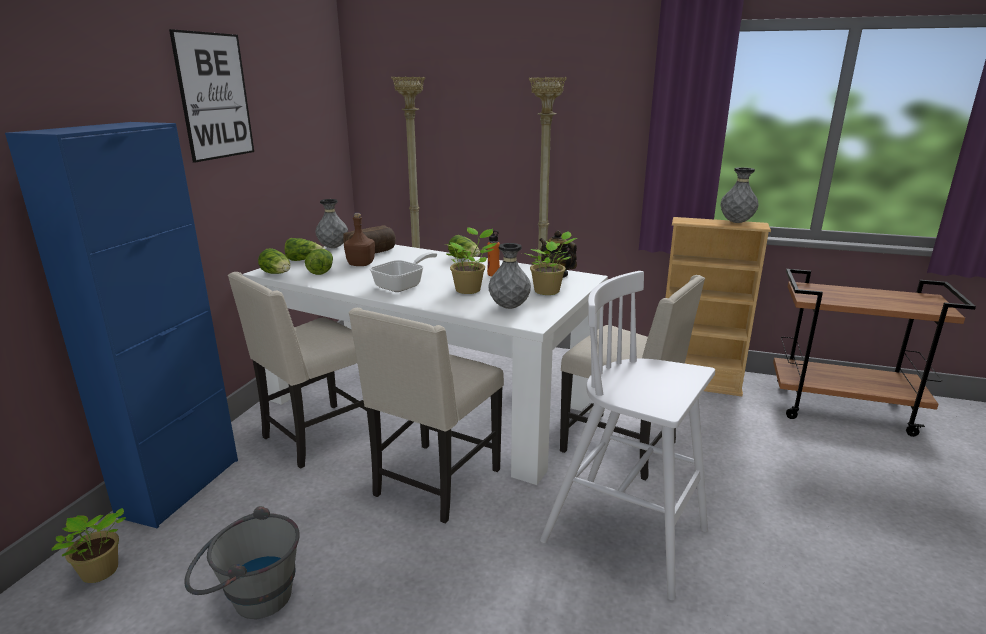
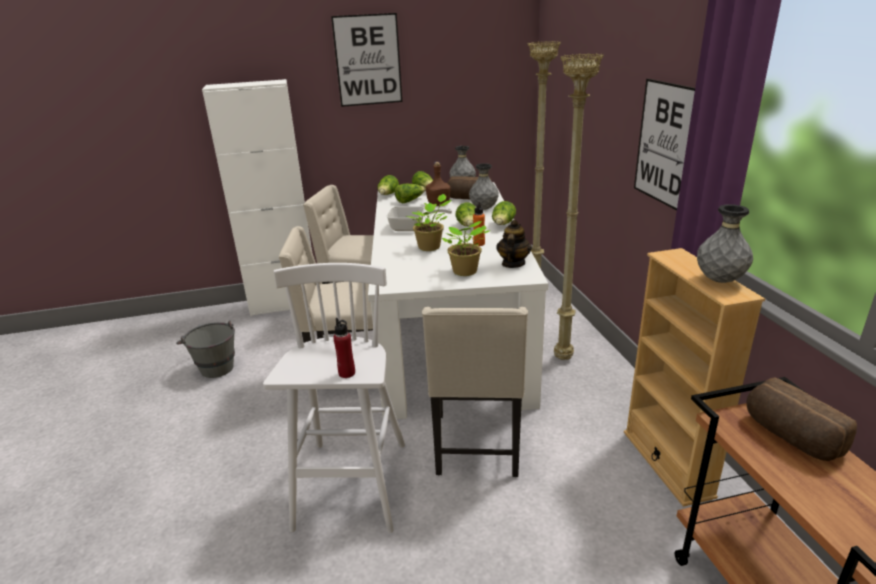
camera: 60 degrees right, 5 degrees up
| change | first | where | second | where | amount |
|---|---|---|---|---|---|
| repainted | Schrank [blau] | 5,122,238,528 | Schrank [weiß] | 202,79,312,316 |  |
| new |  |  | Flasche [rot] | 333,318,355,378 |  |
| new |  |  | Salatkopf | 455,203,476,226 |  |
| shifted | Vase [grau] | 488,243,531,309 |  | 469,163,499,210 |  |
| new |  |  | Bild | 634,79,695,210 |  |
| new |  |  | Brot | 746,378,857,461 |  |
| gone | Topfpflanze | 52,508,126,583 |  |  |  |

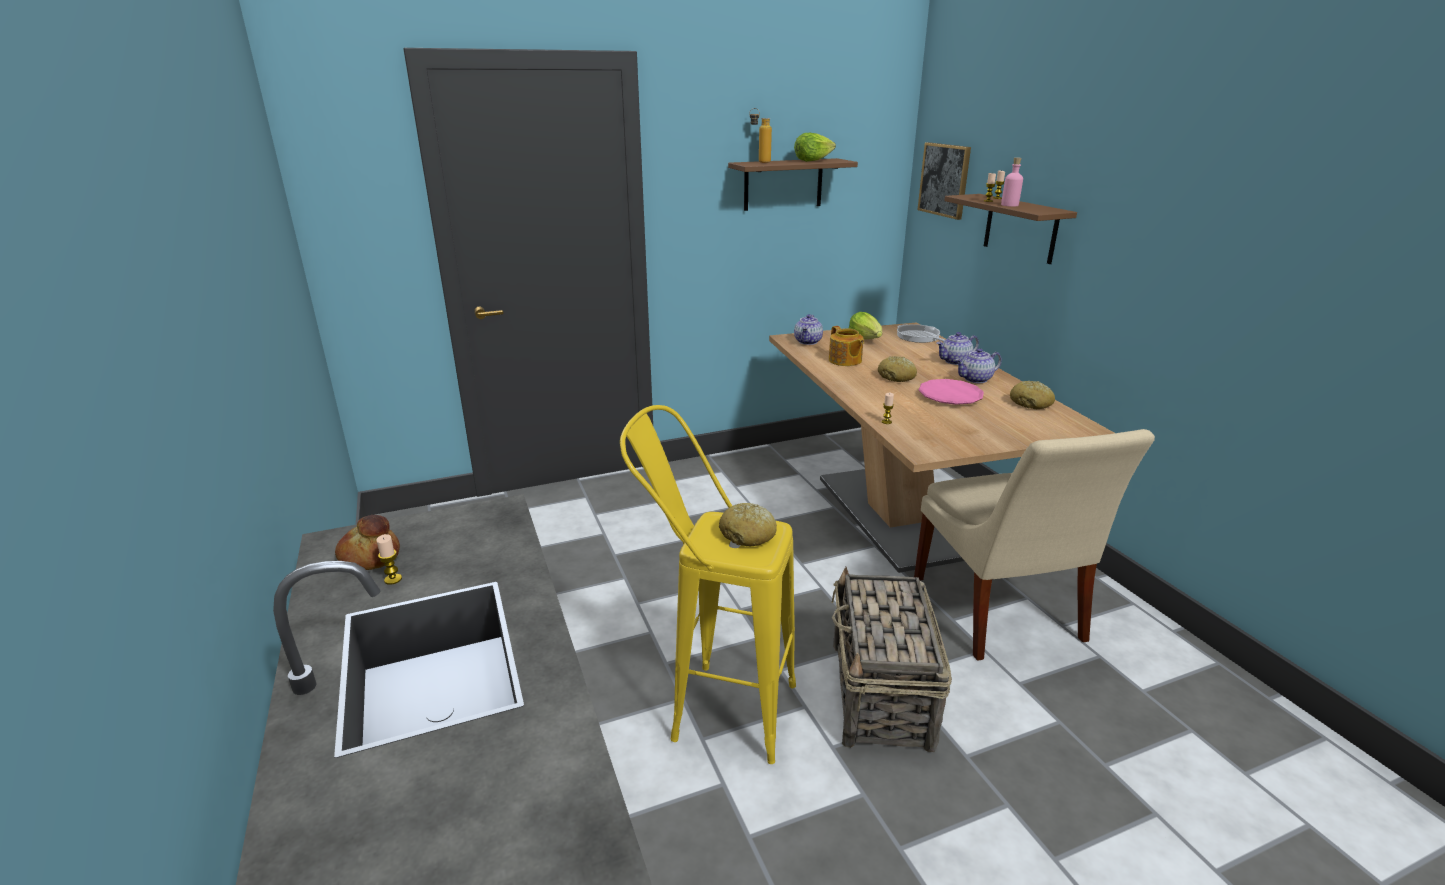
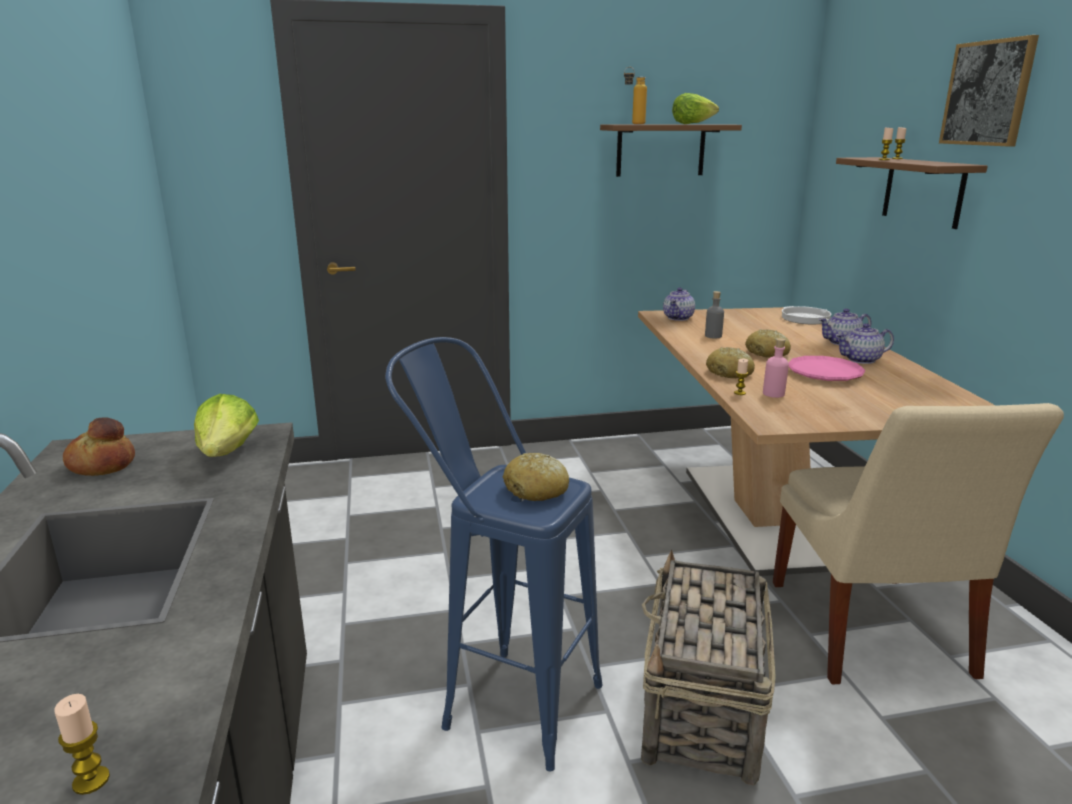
camera: 10 degrees right, 5 degrees down
| change | first | where | second | where | amount |
|---|---|---|---|---|---|
| shifted | Kerze | 376,534,402,585 |  | 54,694,110,795 |  |
| shifted | Salatkopf | 849,312,882,339 |  | 194,394,259,457 |  |
| repainted | Hocker [gelb] | 620,405,796,764 | Hocker [blau] | 385,337,602,771 |  |
| swapped | Teekanne | 829,326,864,366 | Flasche [grau] | 705,291,724,339 |  |
| shifted | Brot | 1010,381,1055,409 |  | 706,347,755,378 |  |
| shifted | Flasche [rosa] | 1001,157,1023,207 |  | 763,338,789,398 |  |
| shifted | Bild | 917,142,971,220 |  | 939,35,1039,147 |  |

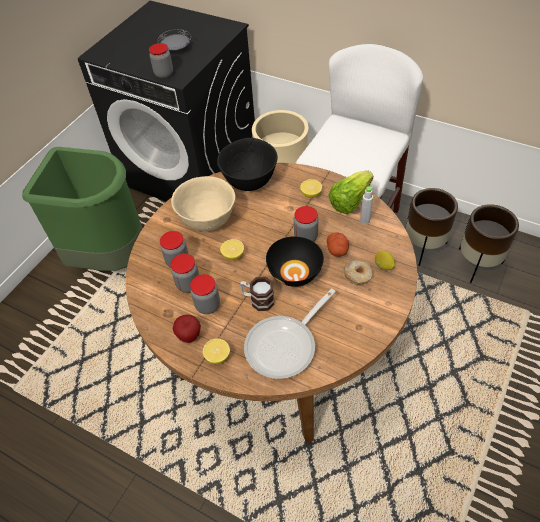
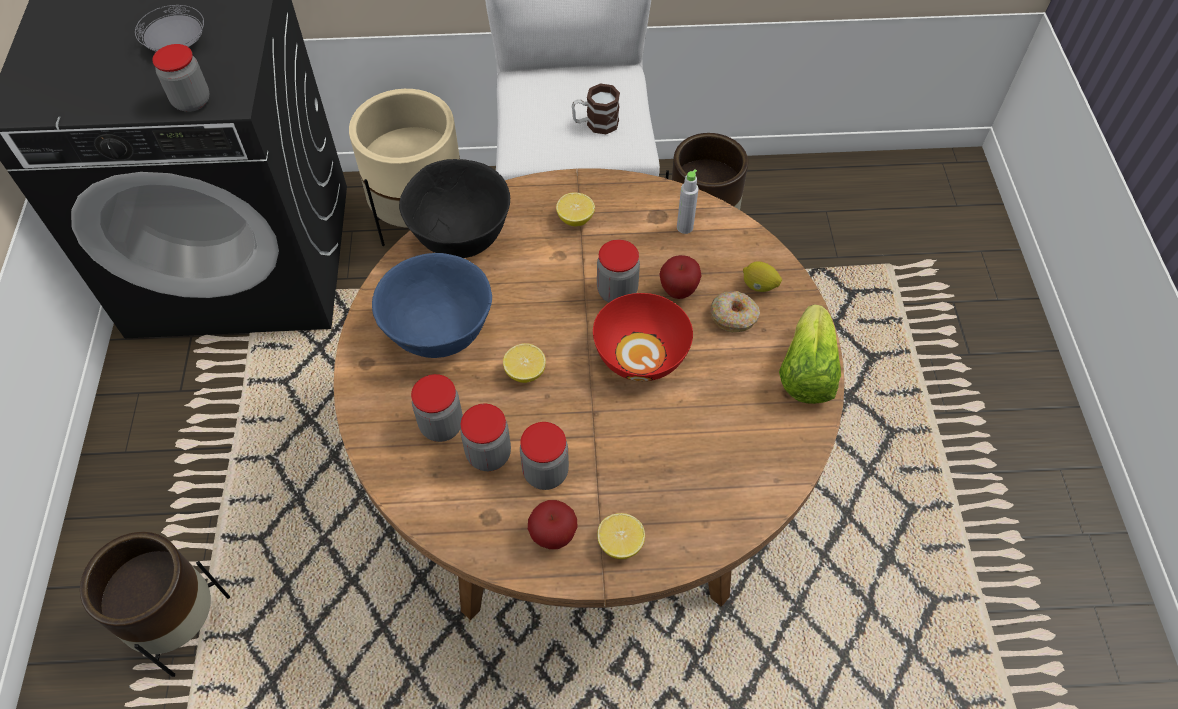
camera: 35 degrees left, 5 degrees up
| change | first | where | second | where | amount |
|---|---|---|---|---|---|
| shifted | Pflanzkübel [braun] | 459,204,519,283 |  | 80,532,230,677 |  |
| repainted | Schüssel [beige] | 171,176,235,231 | Schüssel [blau] | 372,253,492,358 |  |
| shifted | Henkelbecher | 240,276,274,311 |  | 572,83,620,134 |  |
| repainted | Schüssel [schwarz] | 266,236,324,287 | Schüssel [rot] | 593,293,693,381 |  |
| swapped | Kartoffel | 327,233,349,257 | Apfel | 660,255,702,299 |  |
| shifted | Salatkopf | 328,170,373,214 |  | 779,304,841,404 |  |
| gone | Mülleimer [grün] | 22,147,143,271 |  |  |  |
| gone | Pfanne | 244,289,336,379 |  |  |  |

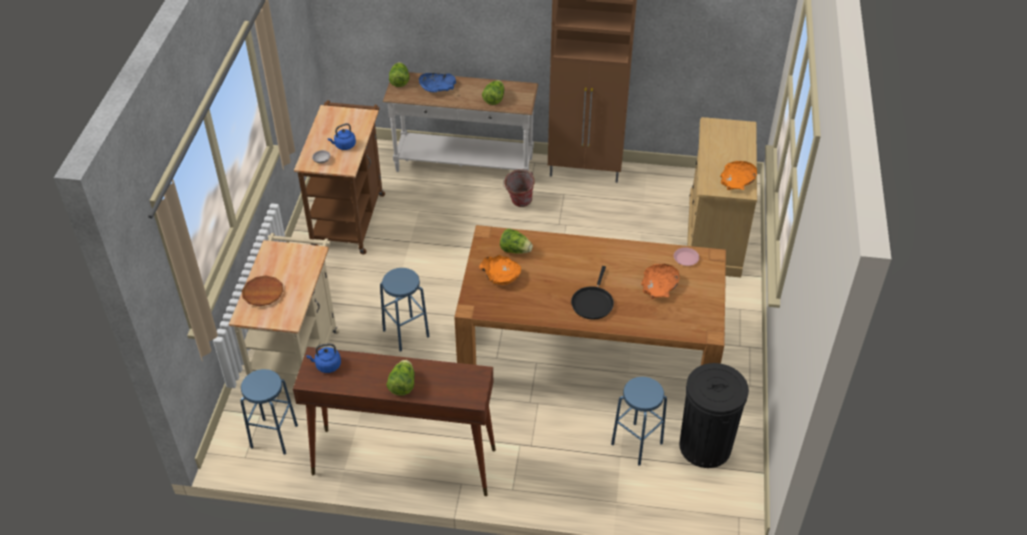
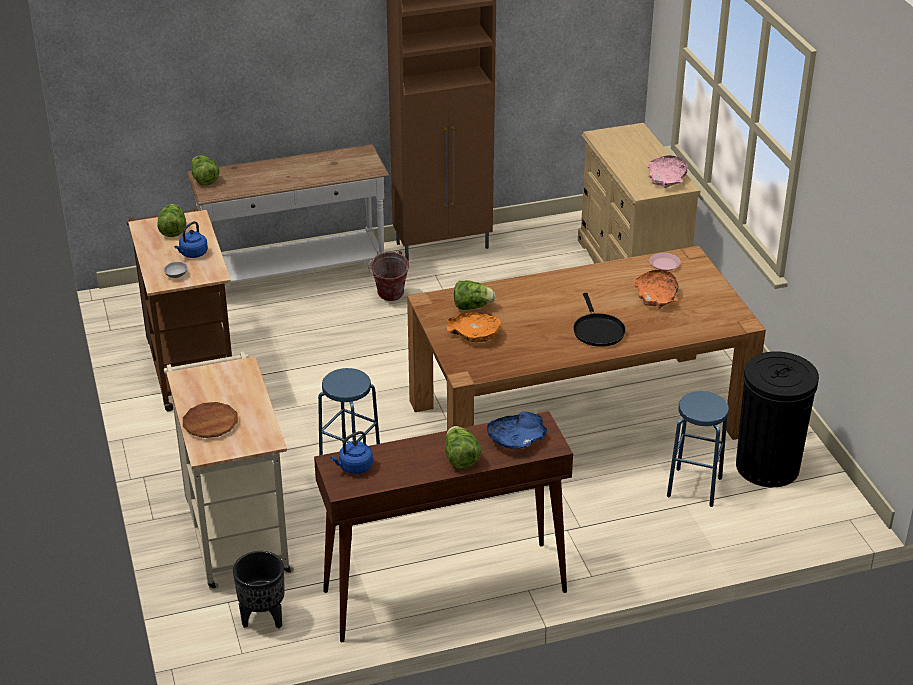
camera: 25 degrees left, 10 degrees down
| change | first | where | second | where | amount |
|---|---|---|---|---|---|
| shifted | Salatkopf | 482,80,504,105 |  | 157,204,186,237 |  |
| swapped | Hocker [blau] | 240,369,298,455 | Pflanzkübel [schwarz] | 233,551,285,628 |  |
| shifted | Schüssel [blau] | 419,73,456,92 |  | 487,412,547,449 |  |
| repainted | Schüssel [orange] | 720,161,757,190 | Schüssel [rosa] | 647,156,687,188 |  |

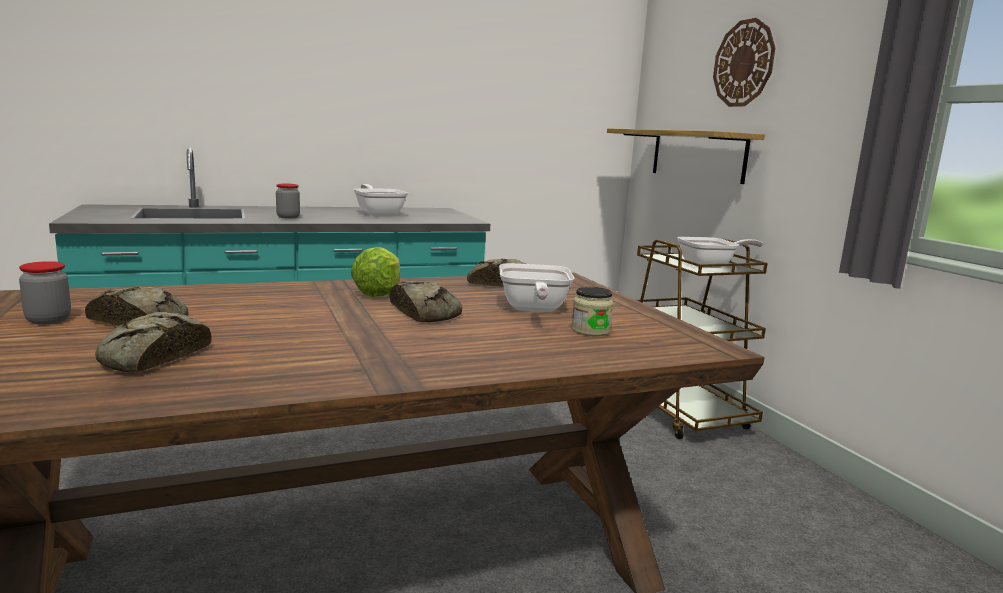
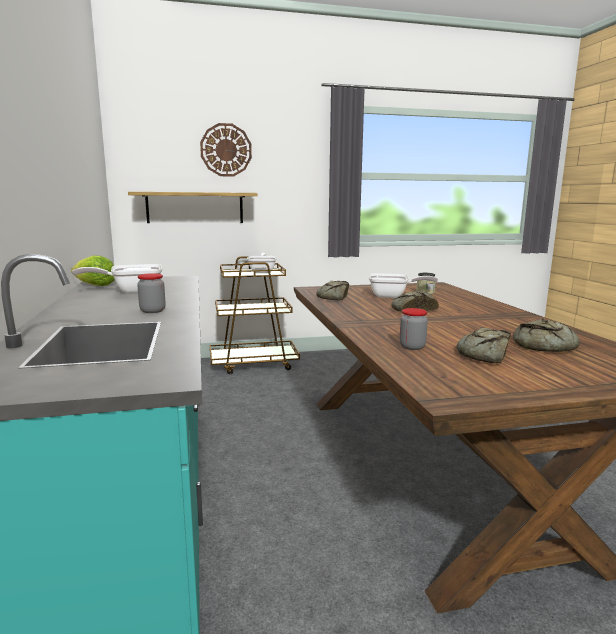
camera: 80 degrees left, 0 degrees up
| change | first | where | second | where | amount |
|---|---|---|---|---|---|
| shifted | Salatkopf | 351,247,400,297 |  | 71,255,115,286 |  |
| shifted | Vorratsglas | 19,261,71,325 |  | 399,308,428,350 |  |

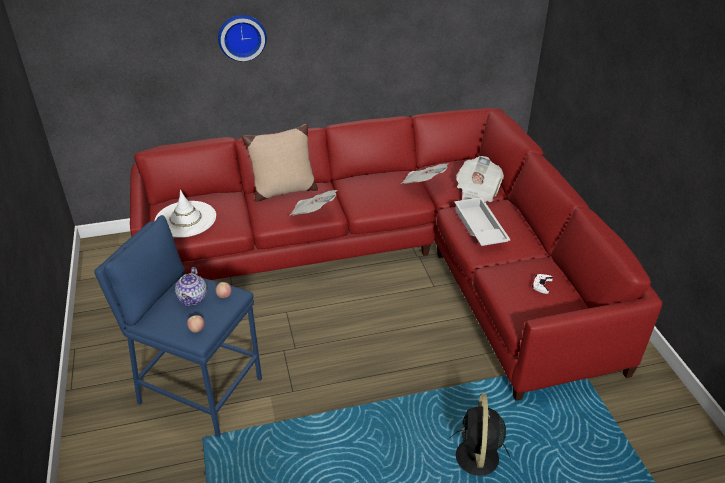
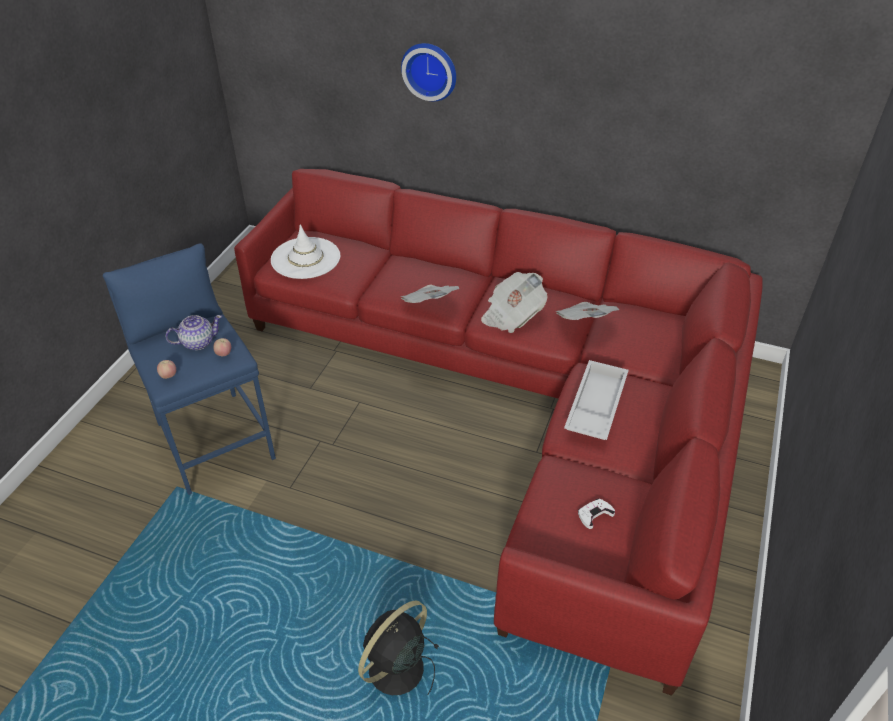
camera: 35 degrees right, 5 degrees up
| change | first | where | second | where | amount |
|---|---|---|---|---|---|
| rotated | Teekanne | 175,267,207,307 |  | 165,315,222,350 | 150 degrees counterclockwise |
| shifted | Zeitung | 456,156,504,202 |  | 481,272,547,333 |  |
| gone | Kissen [beige] | 242,124,318,202 |  |  |  |

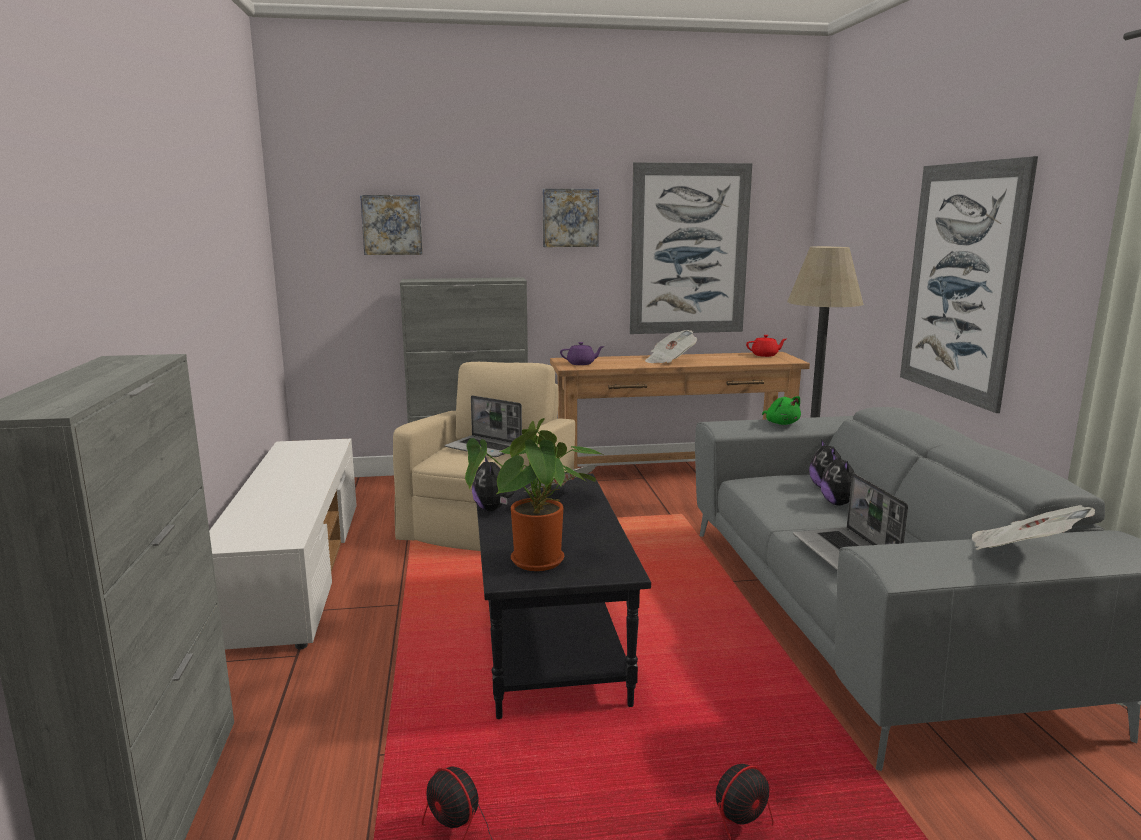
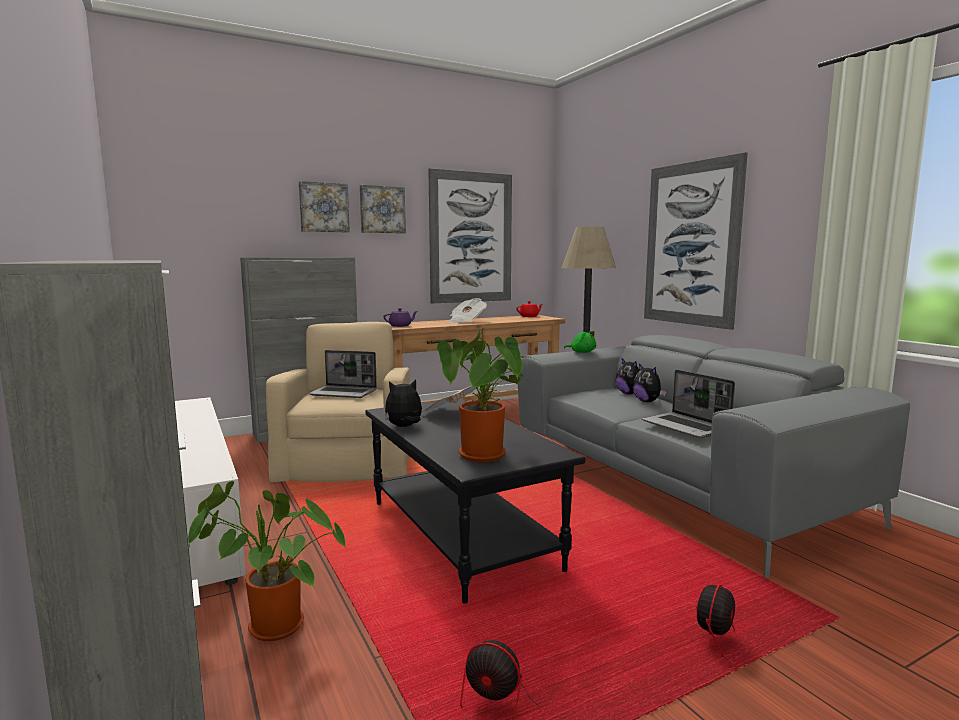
camera: 20 degrees left, 5 degrees down
| change | first | where | second | where | amount |
|---|---|---|---|---|---|
| new |  |  | Topfpflanze | 188,481,346,641 |  |
| shifted | Bild | 360,195,423,255 |  | 299,181,350,232 |  |
| rotated | Plüschtier | 472,456,515,511 |  | 385,379,422,427 | 105 degrees clockwise |
| gone | Zeitung | 972,505,1095,550 |  |  |  |

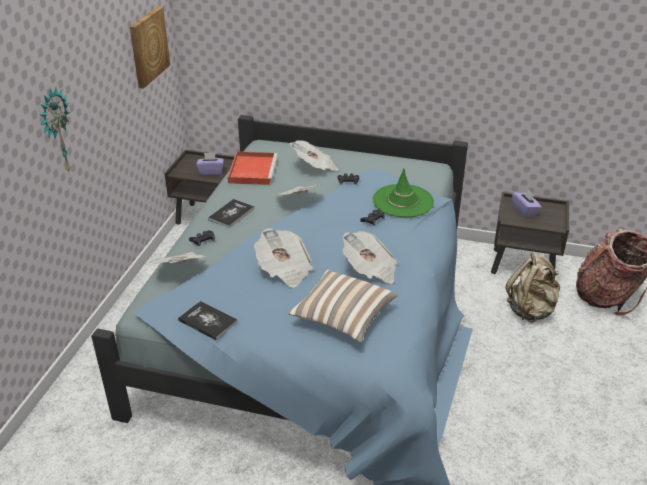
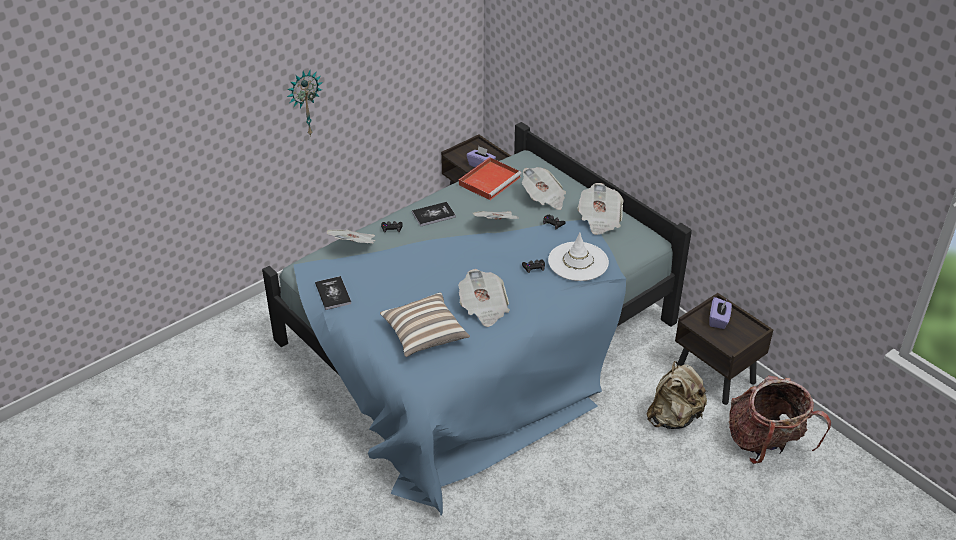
camera: 35 degrees right, 5 degrees up
| change | first | where | second | where | amount |
|---|---|---|---|---|---|
| repainted | Hut [grün] | 373,168,434,217 | Hut [weiß] | 548,232,609,281 |  |
| shifted | Zeitung | 254,228,313,288 |  | 577,183,623,235 |  |
| gone | Bild | 130,6,170,89 |  |  |  |

